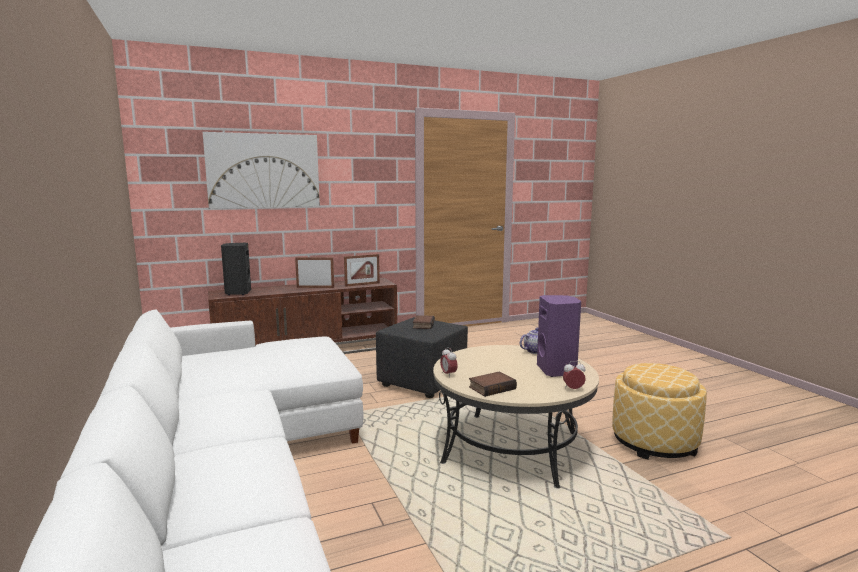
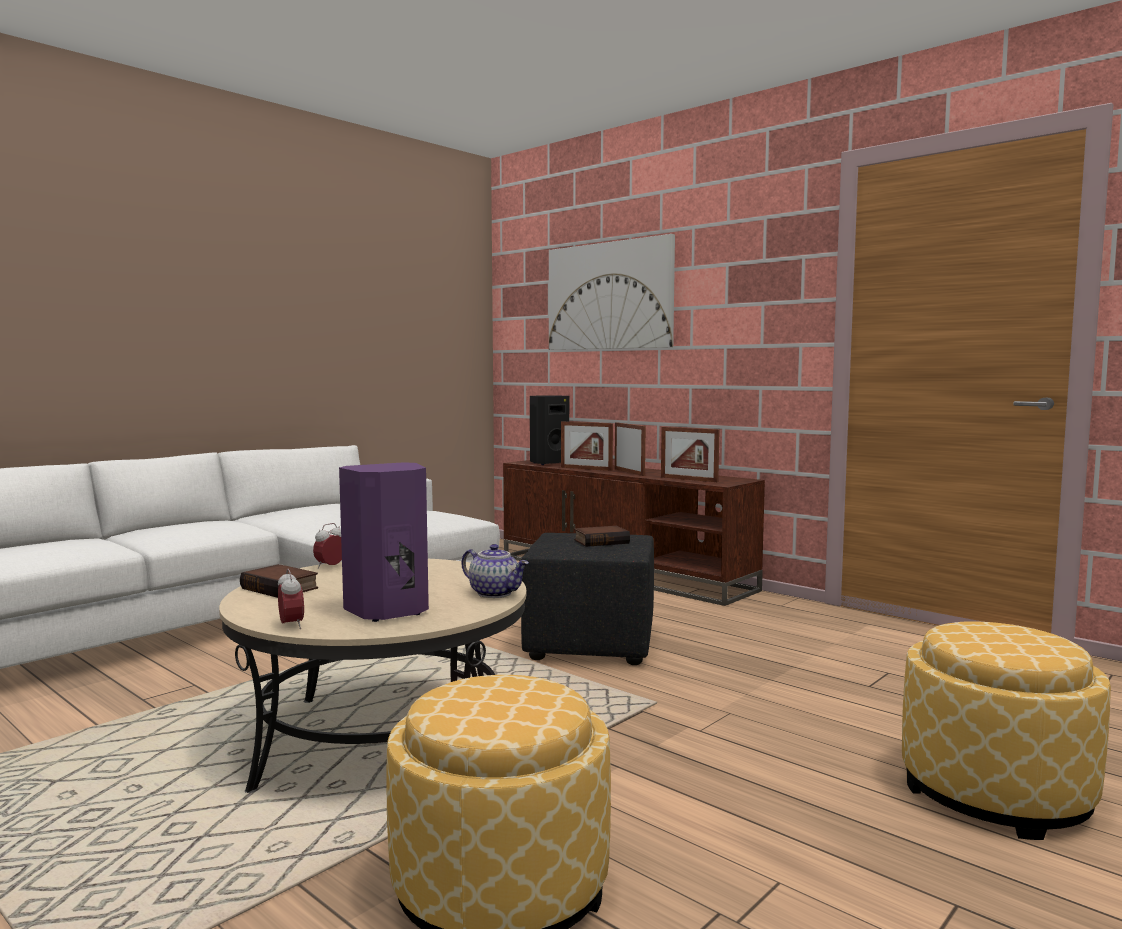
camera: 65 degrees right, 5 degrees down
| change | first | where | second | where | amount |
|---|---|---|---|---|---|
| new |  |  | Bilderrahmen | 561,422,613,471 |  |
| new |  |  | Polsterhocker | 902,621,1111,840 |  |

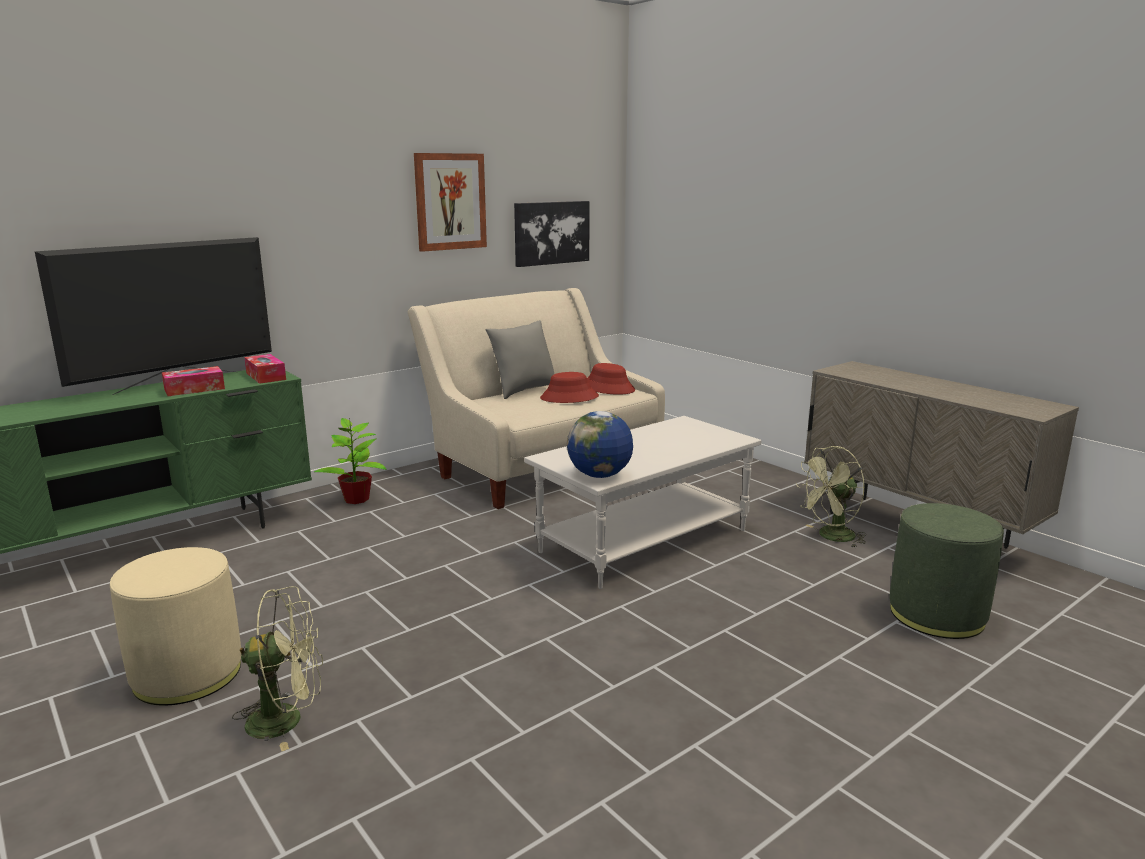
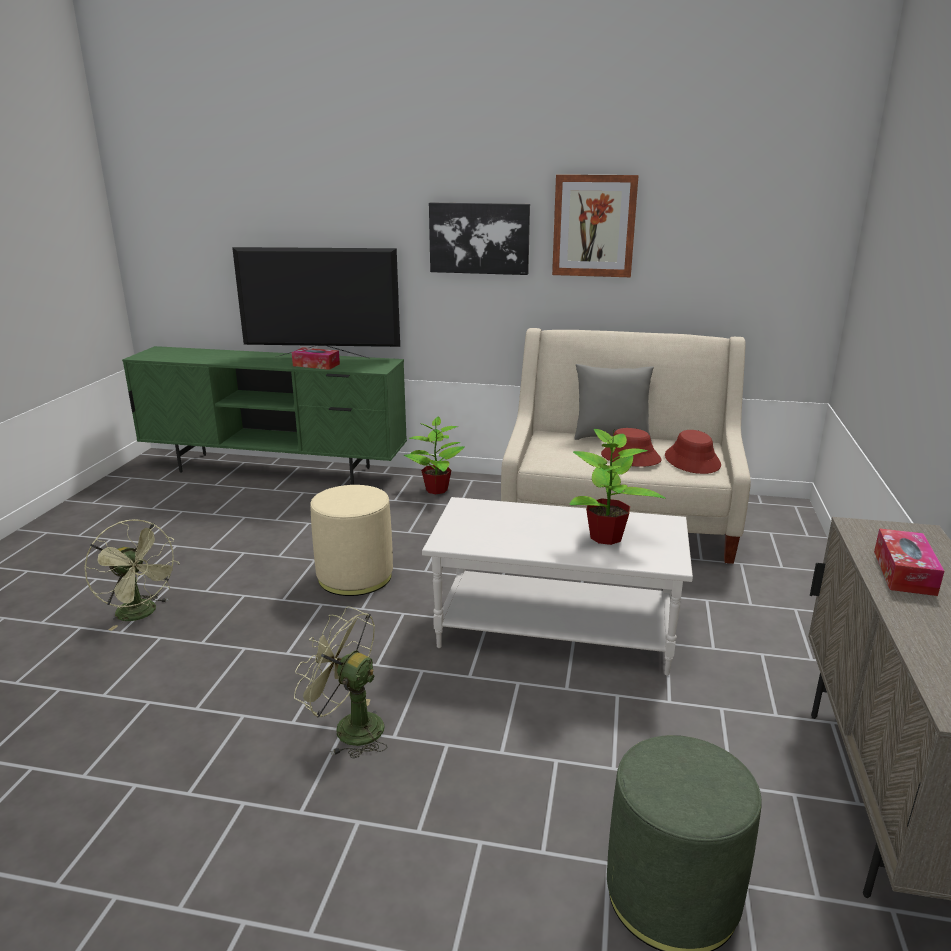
camera: 50 degrees right, 5 degrees up
| change | first | where | second | where | amount |
|---|---|---|---|---|---|
| shifted | Ventilator [grün] | 796,446,867,548 |  | 294,606,387,759 |  |
| shifted | Polsterhocker [beige] | 110,547,242,706 |  | 310,485,393,596 |  |
| shifted | Bild | 514,201,590,267 |  | 429,203,530,275 |  |
| new |  |  | Topfpflanze | 569,429,666,545 |  |
| shifted | Taschentuchbox | 244,354,286,384 |  | 874,528,944,596 |  |
| gone | Globus | 567,411,633,478 |  |  |  |

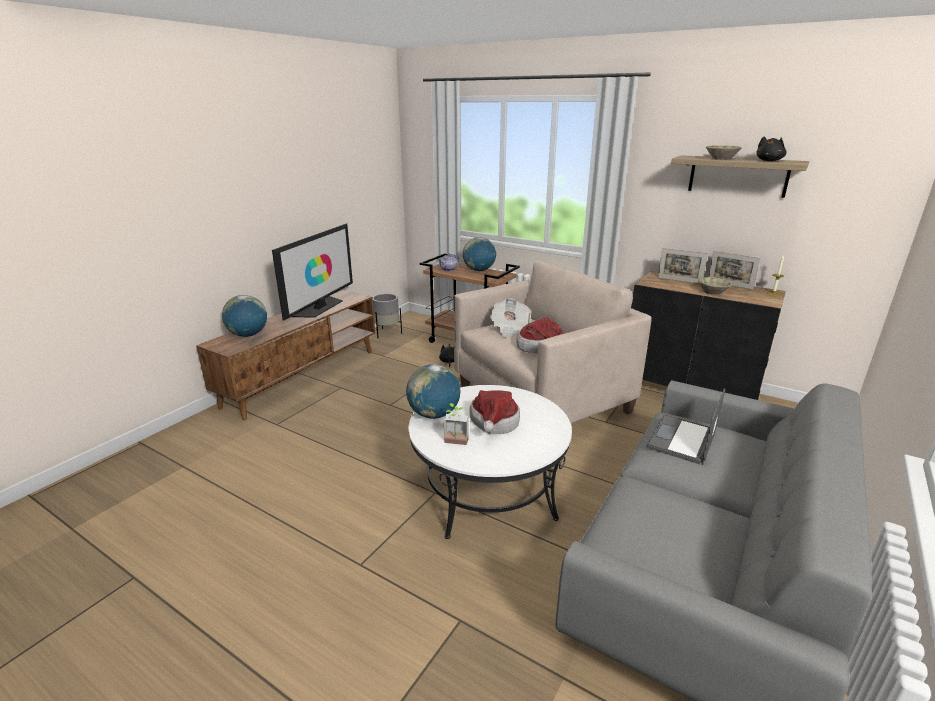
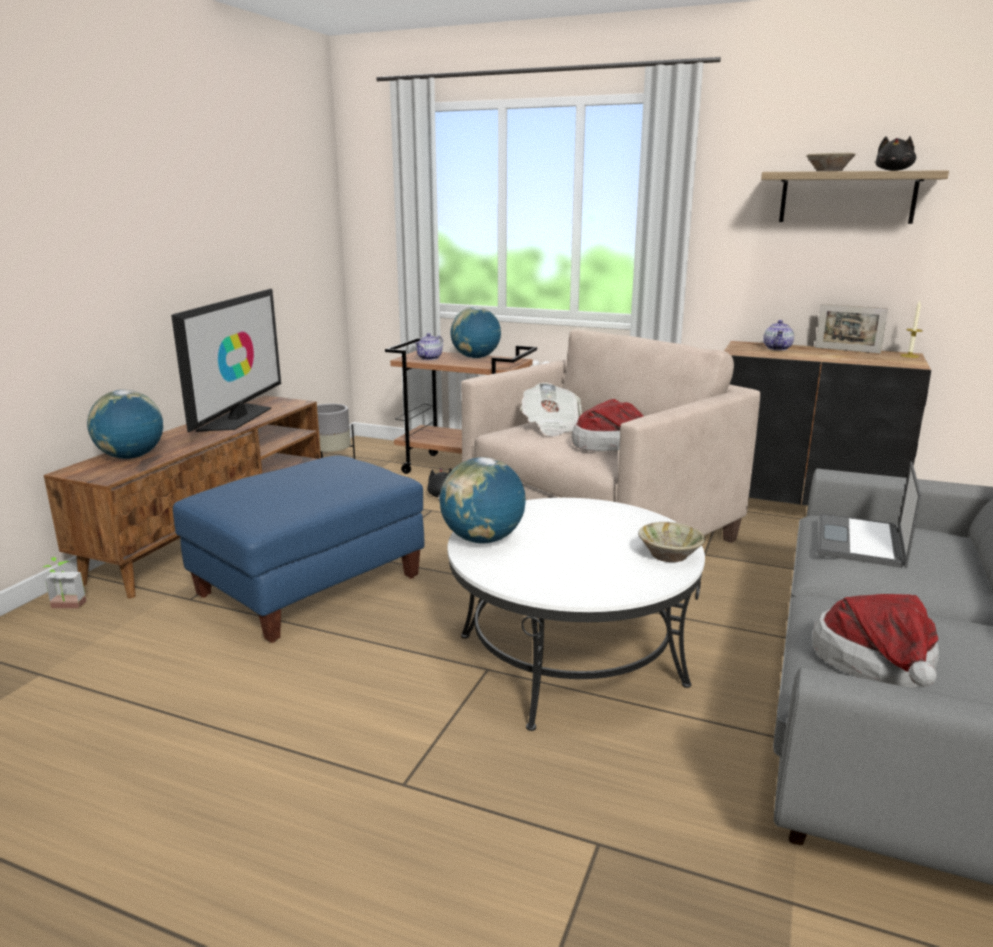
camera: 10 degrees left, 5 degrees down
| change | first | where | second | where | amount |
|---|---|---|---|---|---|
| shifted | Topfpflanze | 444,403,469,445 |  | 42,557,87,609 |  |
| new |  |  | Polsterhocker [blau] | 173,455,424,643 |  |
| shifted | Schüssel [beige] | 698,277,732,295 |  | 638,522,705,562 |  |
| swapped | Bilderrahmen | 658,248,708,283 | Teekanne | 763,320,794,350 |  |
| shifted | Hut | 469,390,520,434 |  | 813,594,939,688 |  |

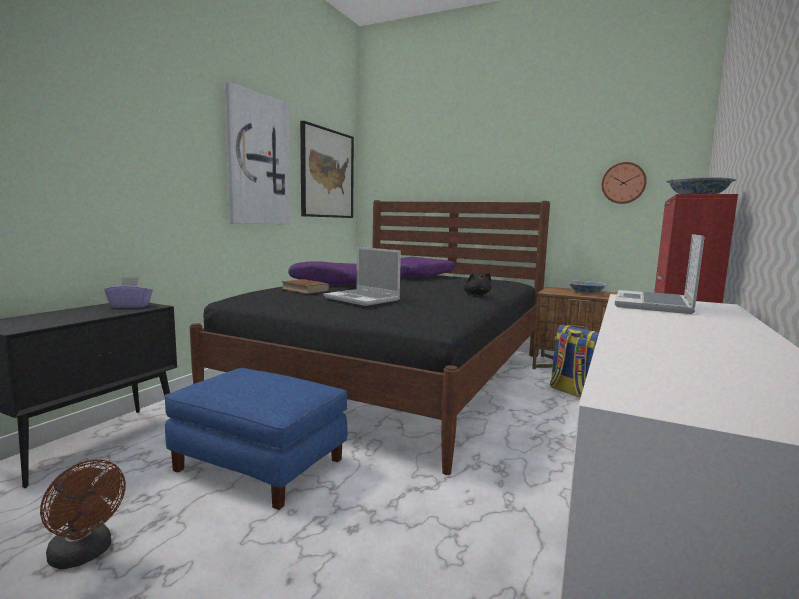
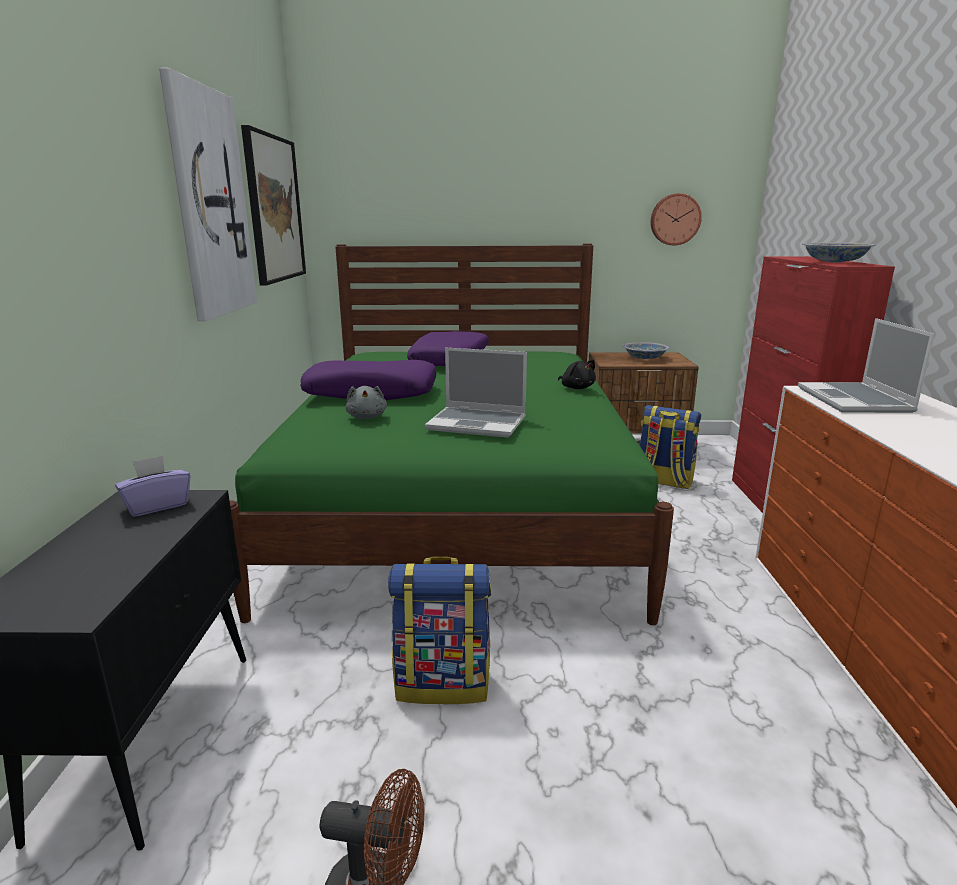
camera: 25 degrees left, 10 degrees up
| change | first | where | second | where | amount |
|---|---|---|---|---|---|
| repainted | Bett [schwarz] | 190,200,550,475 | Bett [grün] | 230,243,674,625 |  |
| swapped | Buch [braun] | 281,279,330,294 | Plüschtier [grau] | 345,386,387,419 |  |
| swapped | Polsterhocker [blau] | 164,368,348,510 | Rucksack | 388,557,491,704 |  |

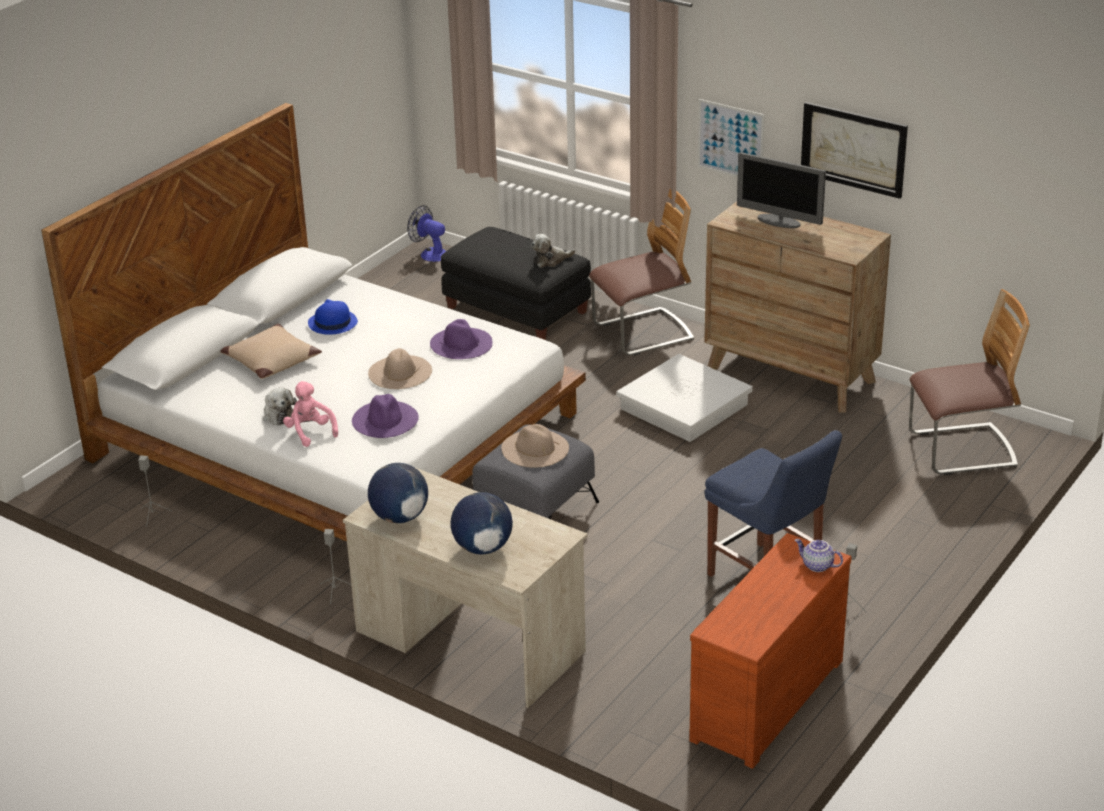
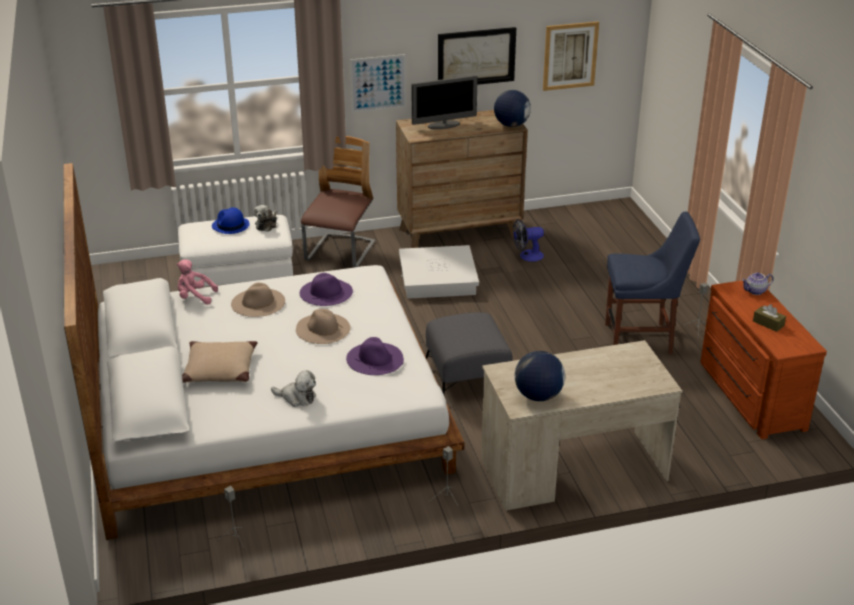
camera: 50 degrees left, 0 degrees up
| change | first | where | second | where | amount |
|---|---|---|---|---|---|
| shifted | Plüschtier [rosa] | 283,381,338,447 |  | 177,259,218,305 |  |
| repainted | Polsterhocker [schwarz] | 441,227,591,340 | Polsterhocker [weiß] | 178,215,293,289 |  |
| shifted | Hut [blau] | 308,299,358,335 |  | 212,207,250,234 |  |
| shifted | Hut [beige] | 501,424,569,467 |  | 231,283,285,317 |  |
| shifted | Globus | 450,492,513,554 |  | 494,90,531,127 |  |
| shifted | Ventilator | 407,205,446,262 |  | 513,219,544,262 |  |
| new |  |  | Bild | 543,21,599,91 |  |
| new |  |  | Taschentuchbox [braun] | 753,304,786,332 |  |
| gone | Stuhl | 909,289,1030,475 |  |  |  |

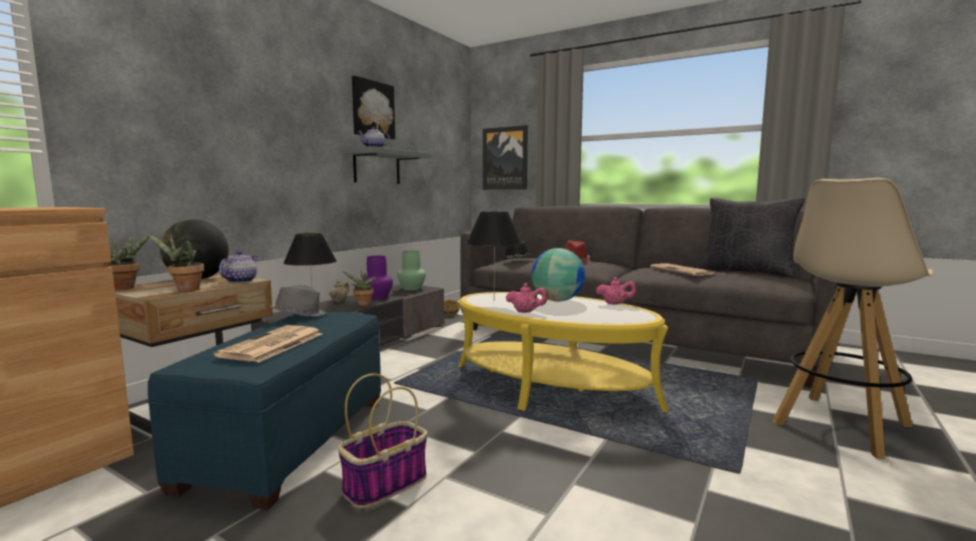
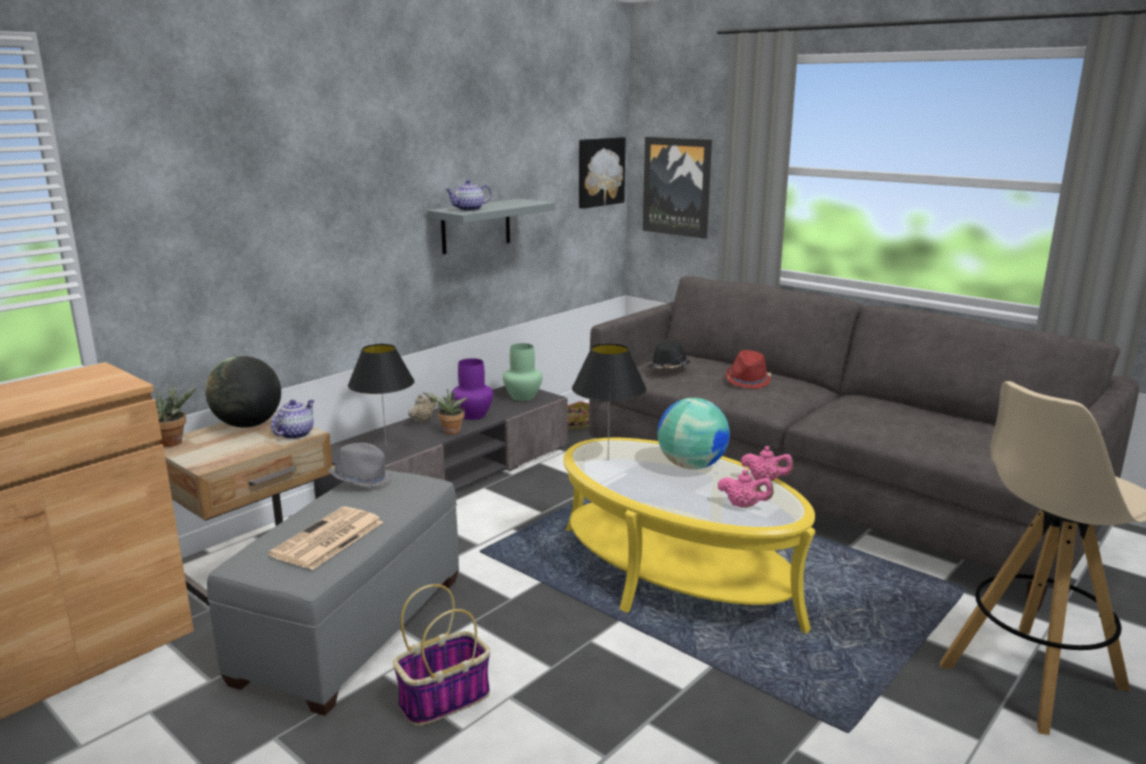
camera: 10 degrees right, 10 degrees up
| change | first | where | second | where | amount |
|---|---|---|---|---|---|
| repainted | Polsterhocker [blau] | 148,312,381,510 | Polsterhocker [grau] | 207,470,459,716 |  |
| shifted | Bild | 352,76,395,139 |  | 579,137,626,209 |  |
| shifted | Teekanne [rosa] | 506,283,548,313 |  | 718,469,774,508 |  |
| gone | Topfpflanze | 147,234,204,291 |  |  |  |
| gone | Zeitung | 650,263,714,276 |  |  |  |
| gone | Kissen [schwarz] | 699,198,805,278 |  |  |  |

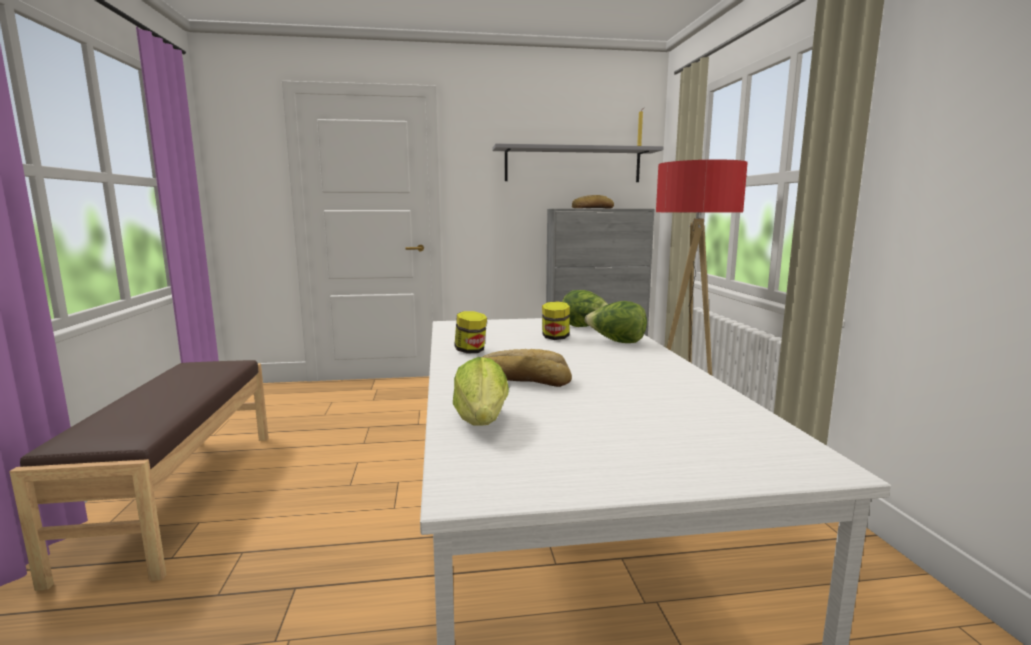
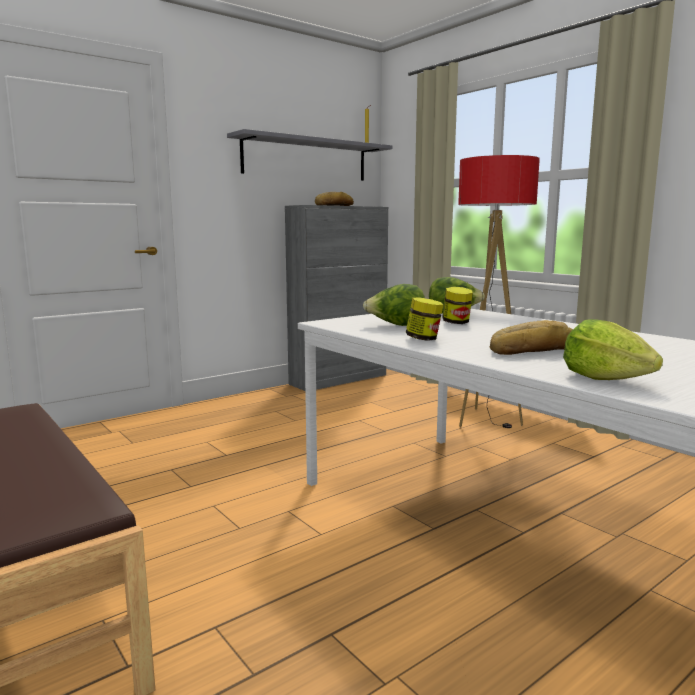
camera: 30 degrees left, 0 degrees up
| change | first | where | second | where | amount |
|---|---|---|---|---|---|
| shifted | Salatkopf | 585,301,647,343 |  | 363,284,425,326 |  |

